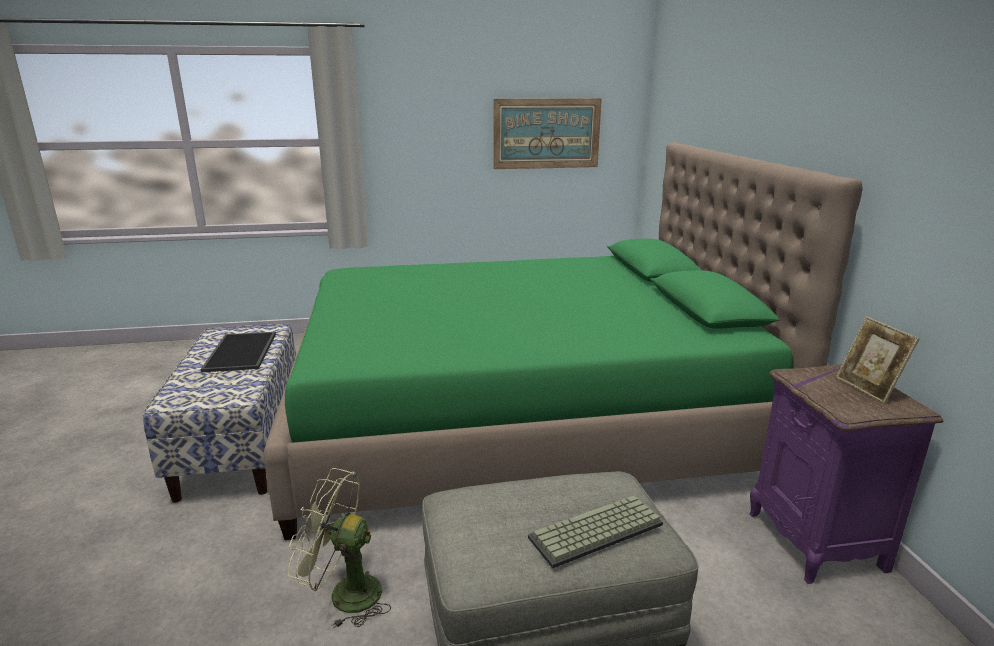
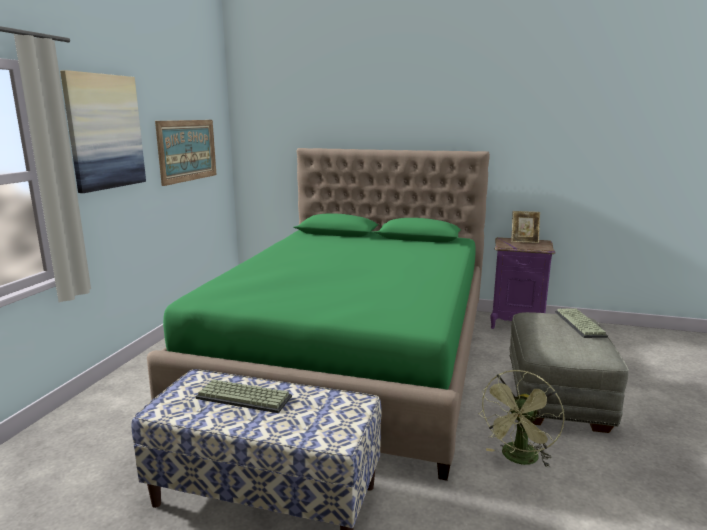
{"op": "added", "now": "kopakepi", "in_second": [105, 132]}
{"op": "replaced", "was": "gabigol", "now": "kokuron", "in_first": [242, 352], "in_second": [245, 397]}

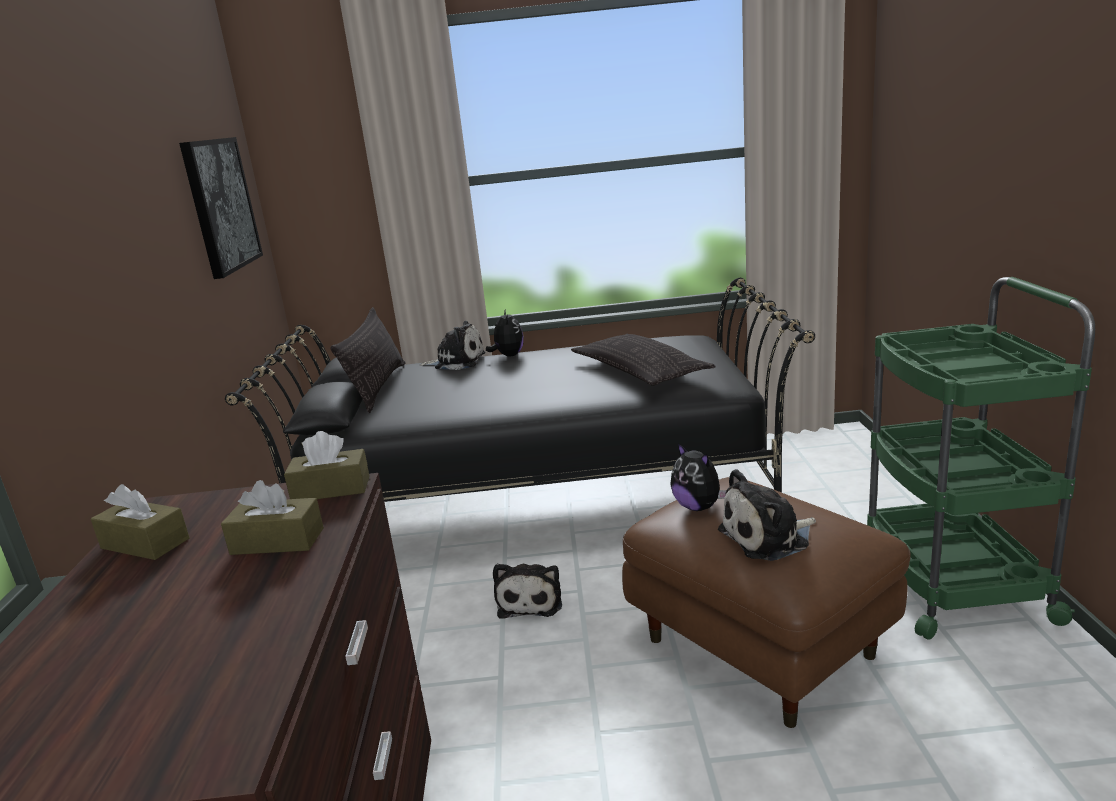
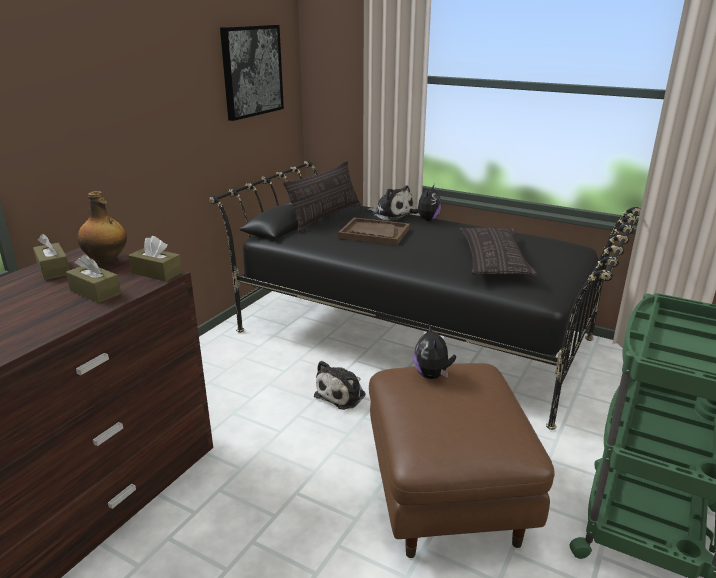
{"op": "added", "now": "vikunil", "in_second": [106, 262]}
{"op": "added", "now": "brown_gabigol", "in_second": [374, 233]}
{"op": "removed", "was": "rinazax", "in_first": [768, 537]}

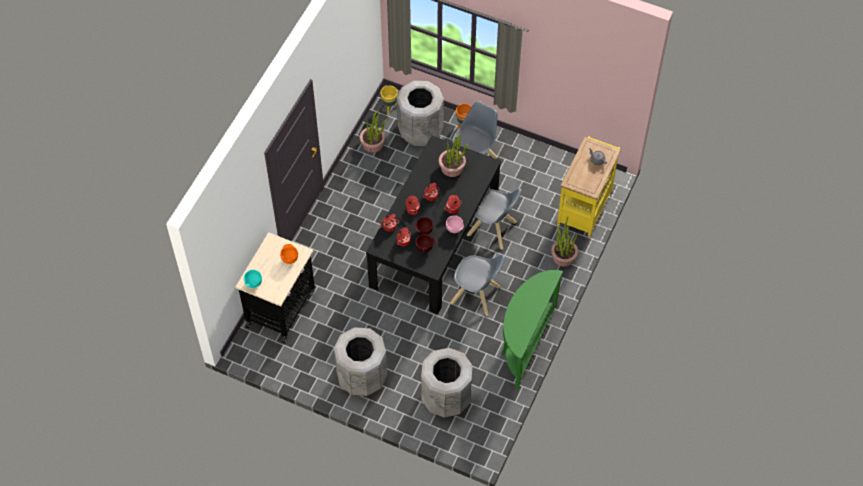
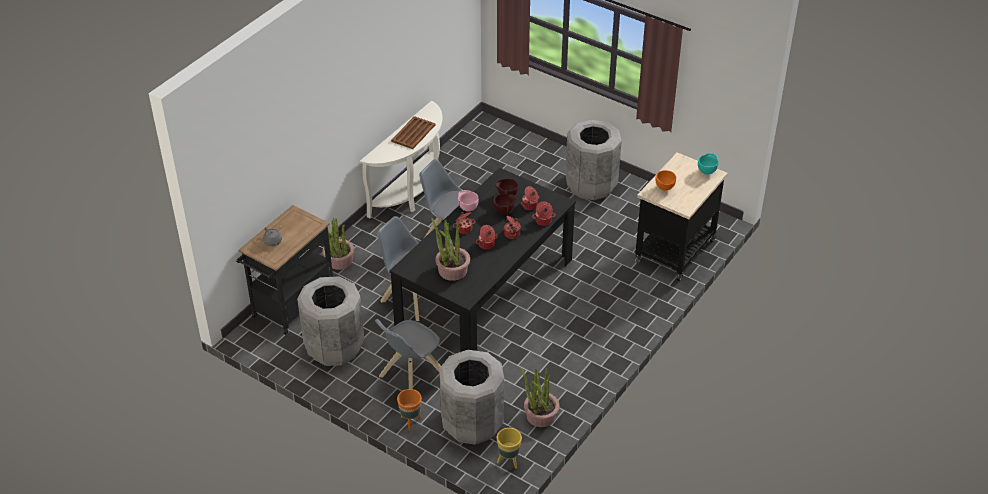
{"op": "recoloured", "was": "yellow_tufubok", "now": "black_tufubok", "in_first": [585, 207], "in_second": [291, 306]}
{"op": "moved", "was": "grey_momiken", "in_first": [446, 398], "in_second": [334, 347]}
{"op": "recoloured", "was": "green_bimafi", "now": "white_bimafi", "in_first": [524, 342], "in_second": [412, 193]}
{"op": "added", "now": "brown_gabigol", "in_second": [413, 133]}

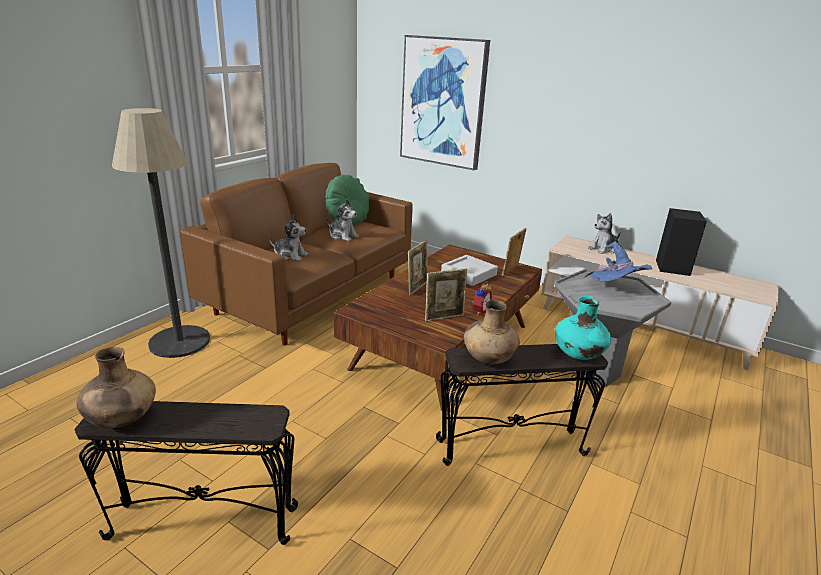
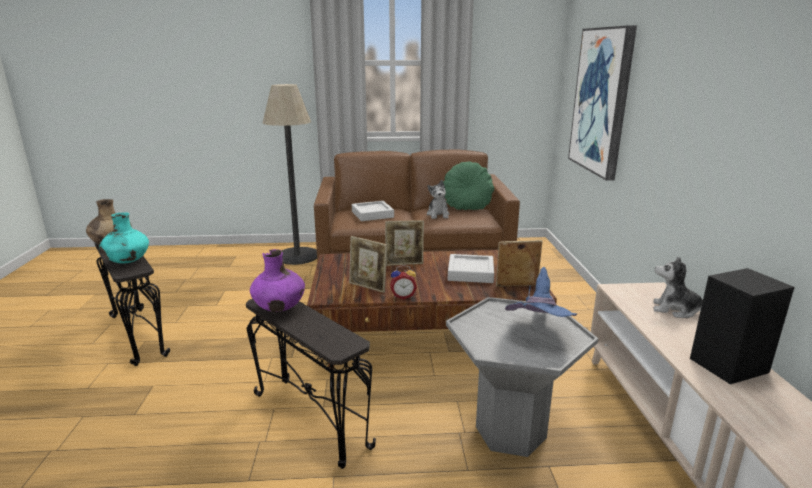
{"op": "moved", "was": "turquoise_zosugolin", "in_first": [578, 355], "in_second": [127, 261]}
{"op": "recoloured", "was": "brown_zosugolin", "now": "purple_zosugolin", "in_first": [488, 359], "in_second": [280, 308]}
{"op": "replaced", "was": "rinazax", "now": "grey_gabigol", "in_first": [290, 255], "in_second": [372, 214]}

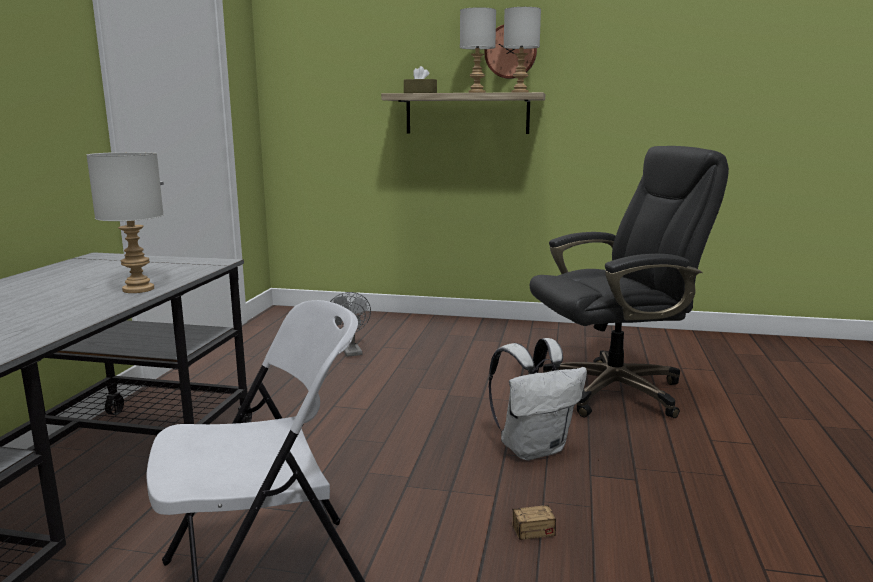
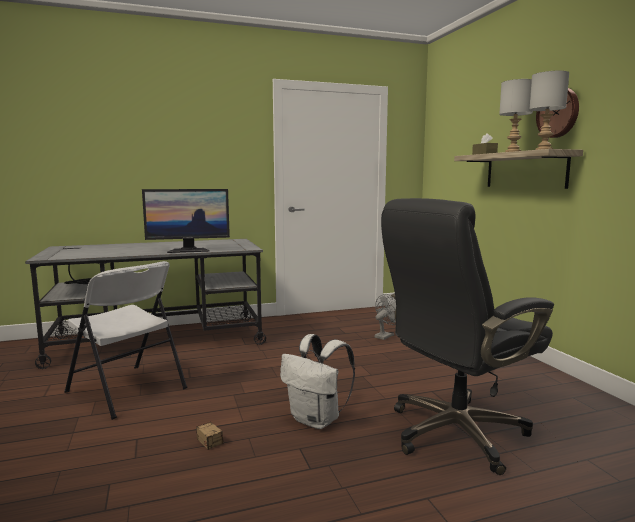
{"op": "replaced", "was": "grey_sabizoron", "now": "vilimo", "in_first": [138, 289], "in_second": [188, 250]}
{"op": "turned", "was": "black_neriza", "in_first": [611, 392], "in_second": [459, 431], "clockwise": 105}

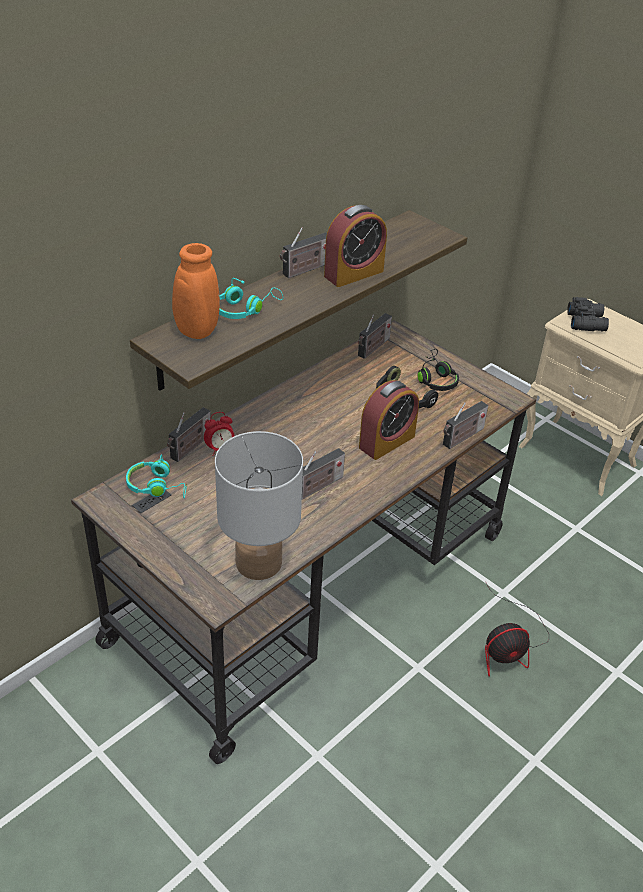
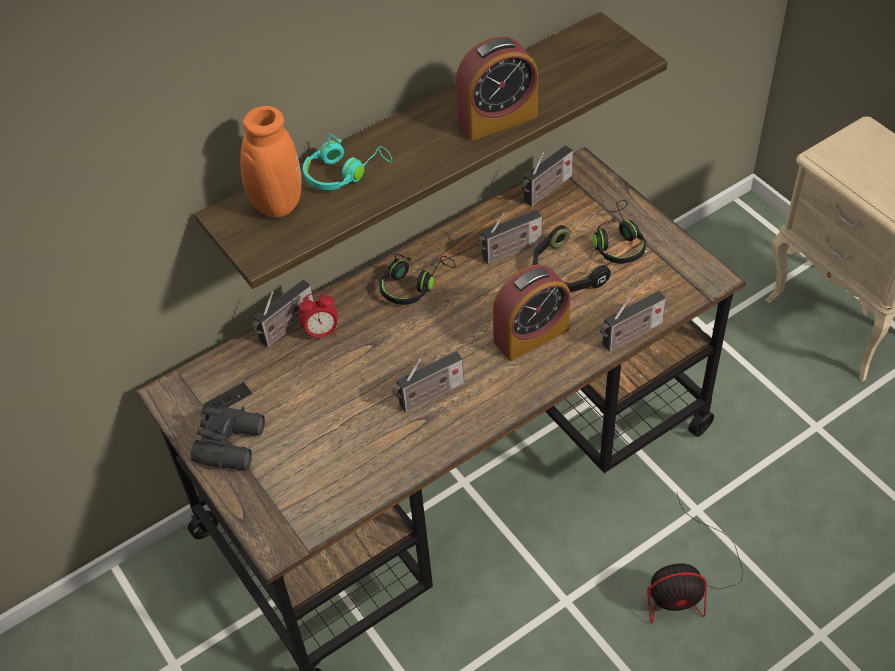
{"op": "moved", "was": "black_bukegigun", "in_first": [587, 322], "in_second": [232, 443]}
{"op": "added", "now": "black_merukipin", "in_second": [414, 285]}
{"op": "moved", "was": "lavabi", "in_first": [304, 270], "in_second": [509, 251]}
{"op": "removed", "was": "turquoise_merukipin", "in_first": [157, 486]}
{"op": "removed", "was": "grey_sabizoron", "in_first": [259, 562]}

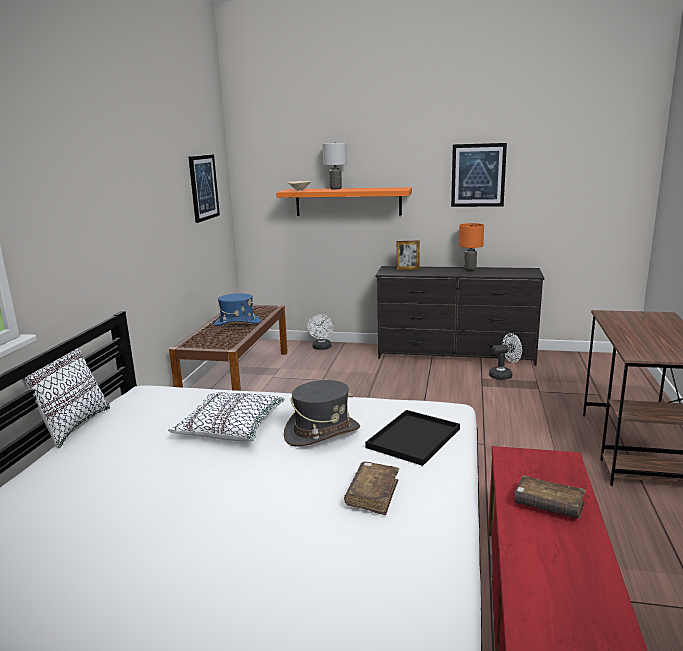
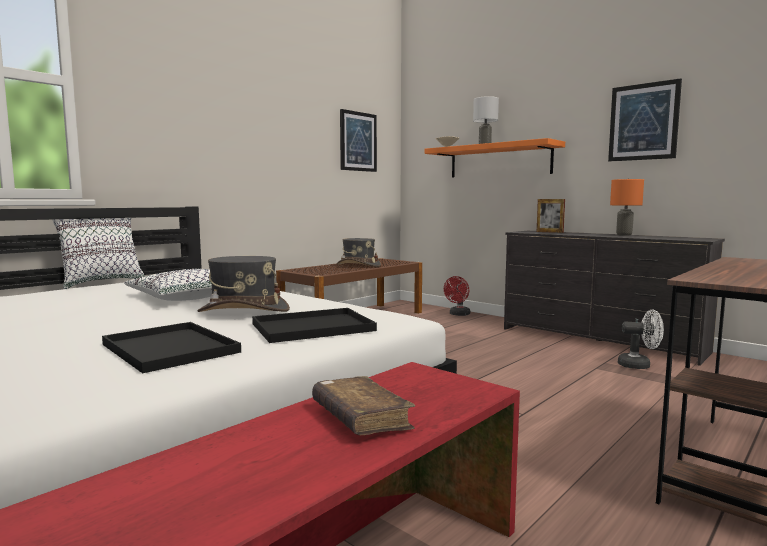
{"op": "replaced", "was": "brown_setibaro", "now": "black_gabigol", "in_first": [373, 494], "in_second": [172, 348]}
{"op": "recoloured", "was": "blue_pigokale", "now": "grey_pigokale", "in_first": [237, 323], "in_second": [358, 265]}
{"op": "recoloured", "was": "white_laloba", "now": "red_laloba", "in_first": [321, 348], "in_second": [458, 314]}

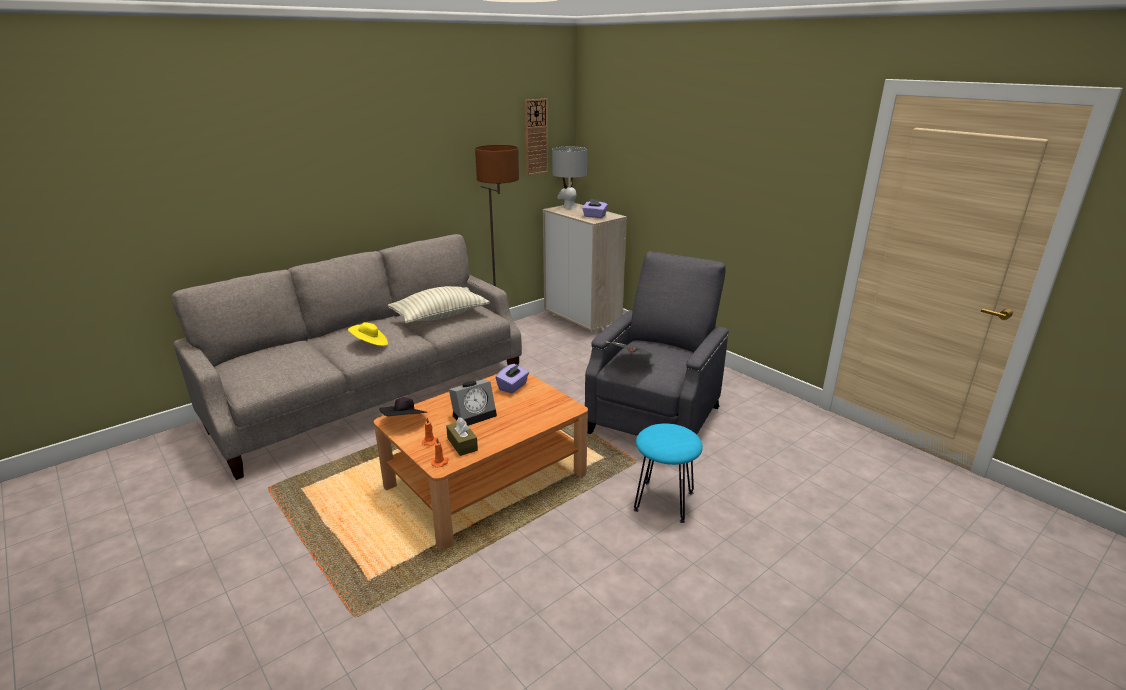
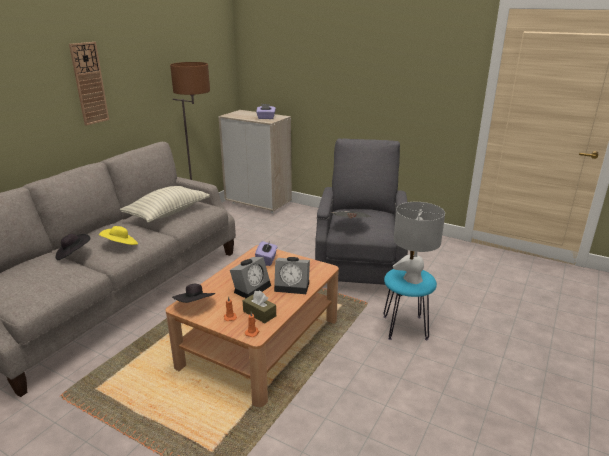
{"op": "added", "now": "black_pigokale", "in_second": [73, 254]}
{"op": "moved", "was": "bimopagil", "in_first": [536, 137], "in_second": [89, 83]}
{"op": "added", "now": "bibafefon", "in_second": [293, 286]}
{"op": "moved", "was": "grey_sabizoron", "in_first": [569, 207], "in_second": [412, 279]}

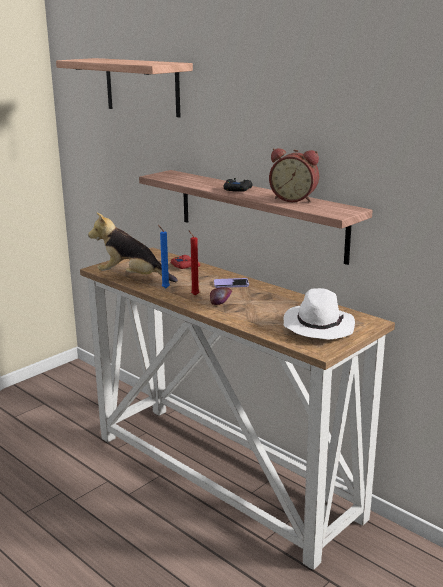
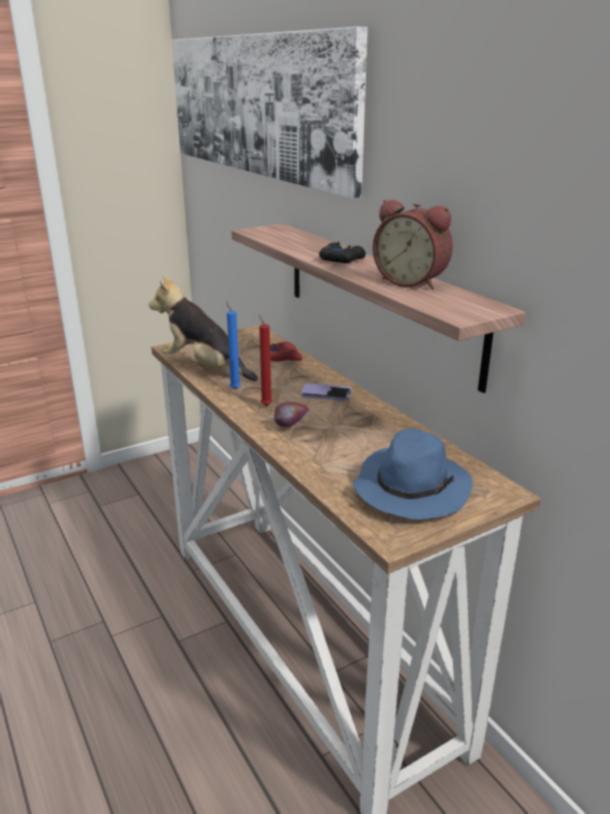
{"op": "replaced", "was": "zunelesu", "now": "kopakepi", "in_first": [142, 86], "in_second": [255, 105]}
{"op": "recoloured", "was": "white_pigokale", "now": "blue_pigokale", "in_first": [318, 327], "in_second": [411, 488]}

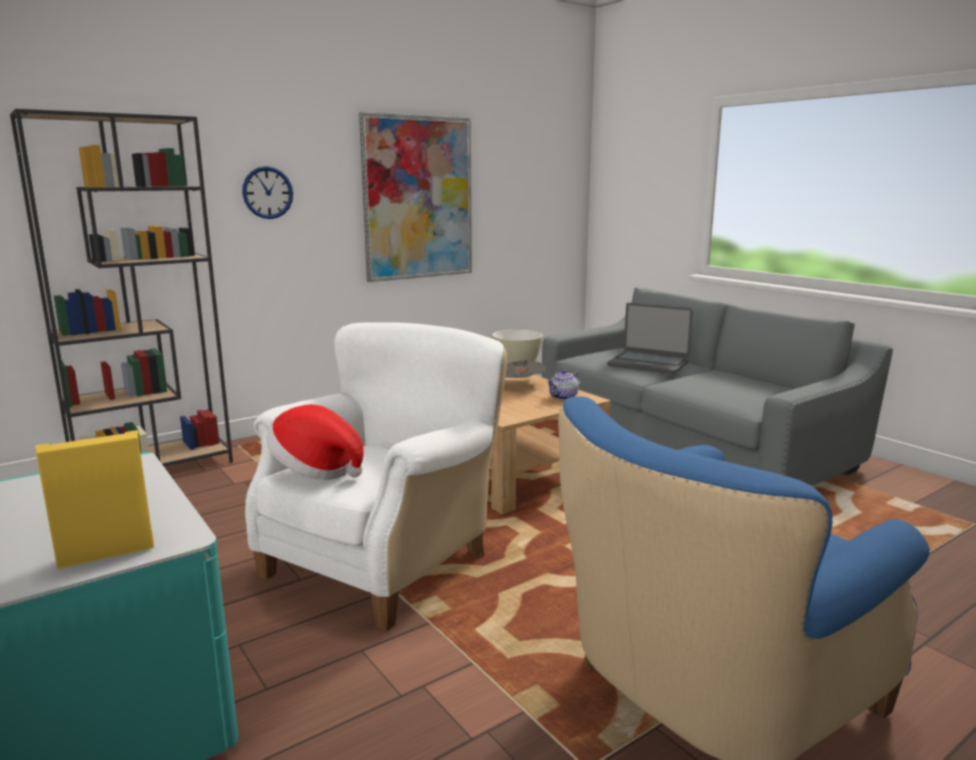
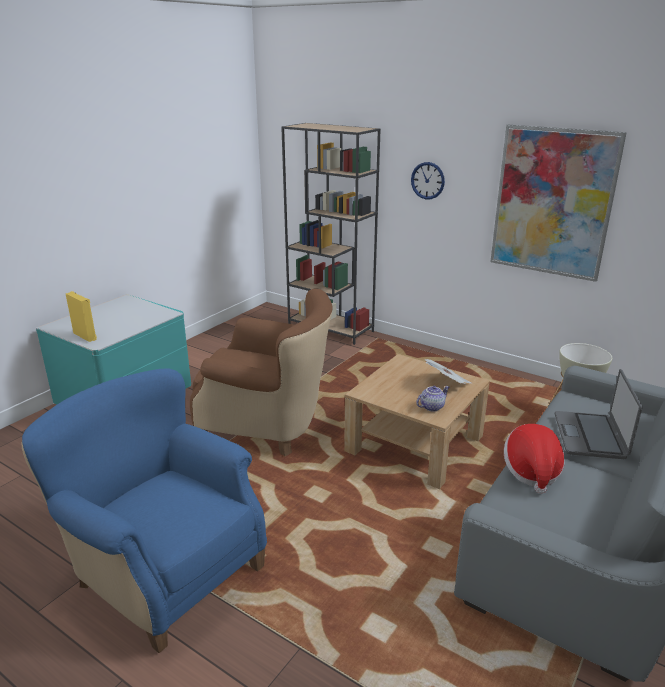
{"op": "recoloured", "was": "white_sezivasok", "now": "brown_sezivasok", "in_first": [385, 558], "in_second": [267, 424]}
{"op": "turned", "was": "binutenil", "in_first": [563, 397], "in_second": [432, 407], "clockwise": 120}
{"op": "moved", "was": "pigokale", "in_first": [315, 470], "in_second": [531, 471]}

